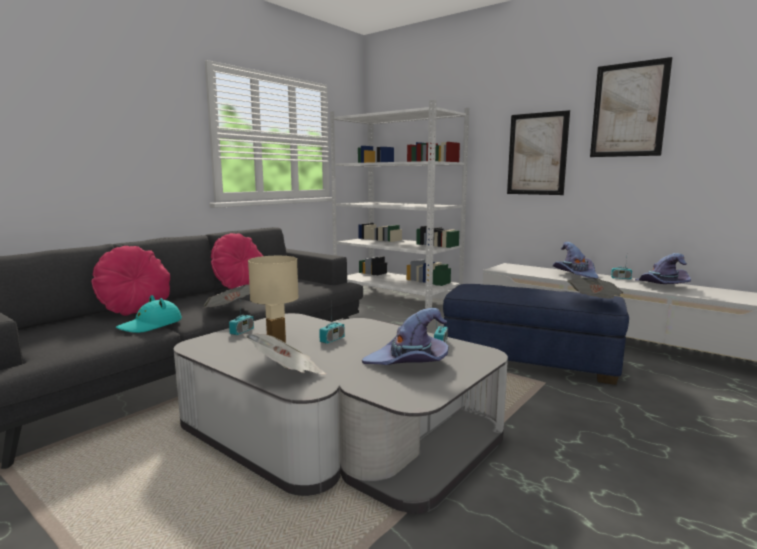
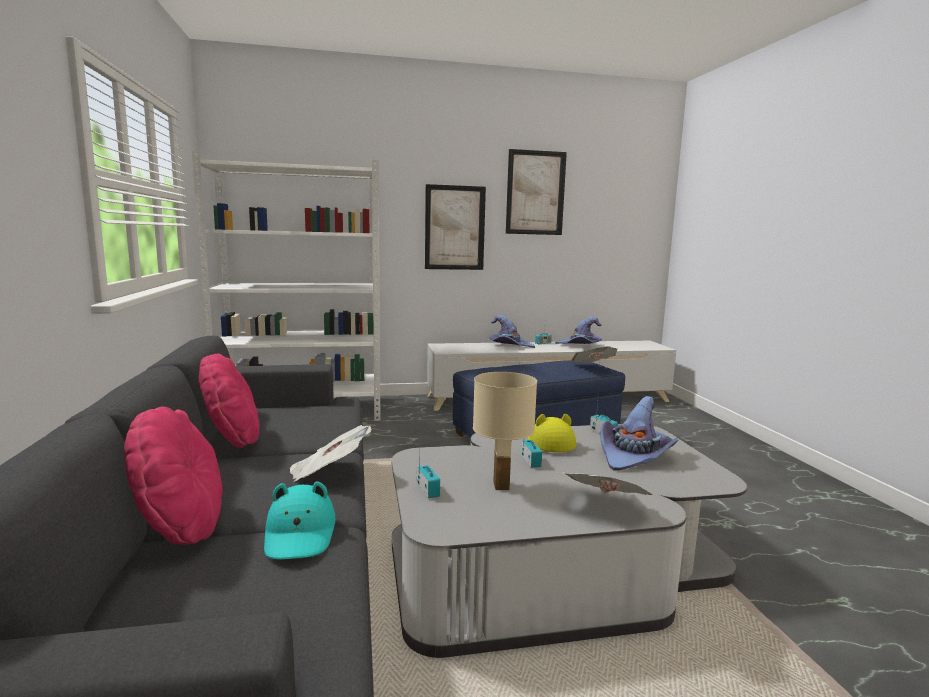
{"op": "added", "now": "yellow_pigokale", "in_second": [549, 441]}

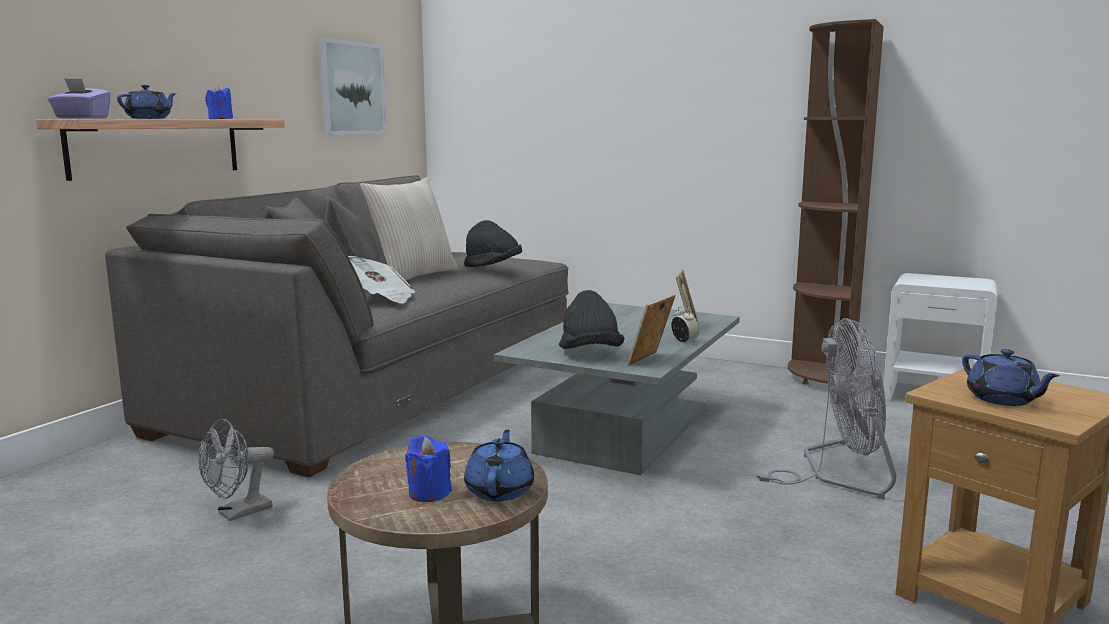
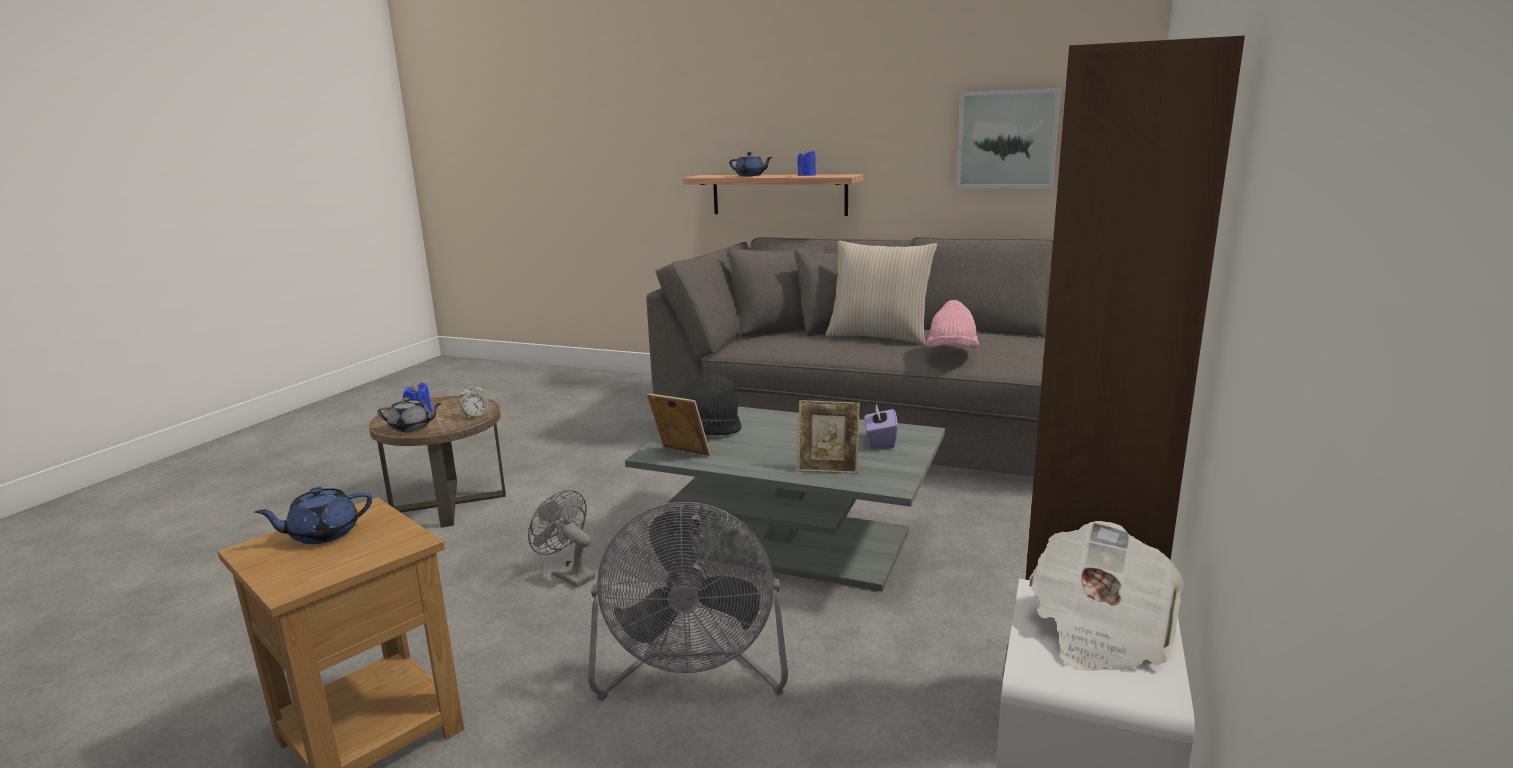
{"op": "recoloured", "was": "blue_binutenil", "now": "grey_binutenil", "in_first": [500, 490], "in_second": [412, 427]}
{"op": "moved", "was": "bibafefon", "in_first": [684, 341], "in_second": [475, 416]}
{"op": "moved", "was": "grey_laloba", "in_first": [238, 513], "in_second": [568, 575]}
{"op": "moved", "was": "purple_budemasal", "in_first": [81, 118], "in_second": [880, 441]}
{"op": "recoloured", "was": "black_pigokale", "now": "pink_pigokale", "in_first": [493, 267], "in_second": [951, 353]}
{"op": "moved", "was": "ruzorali", "in_first": [380, 298], "in_second": [1099, 631]}

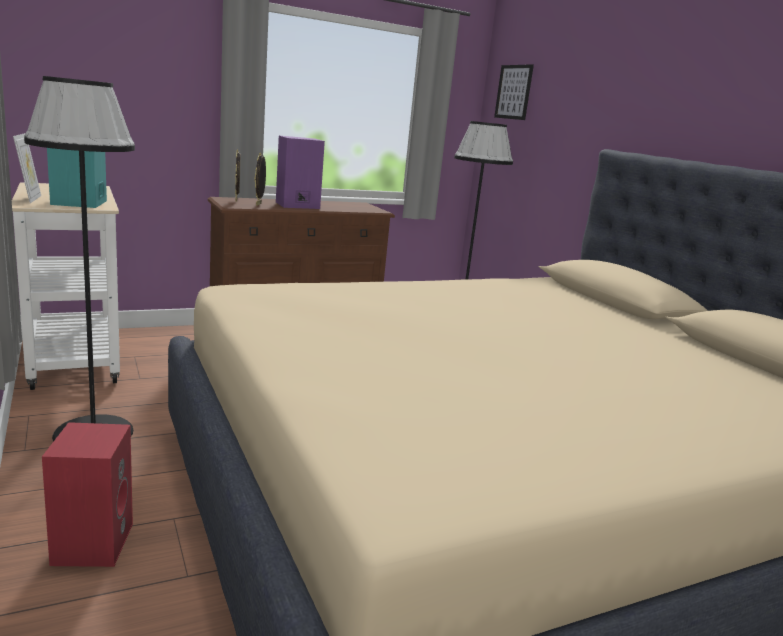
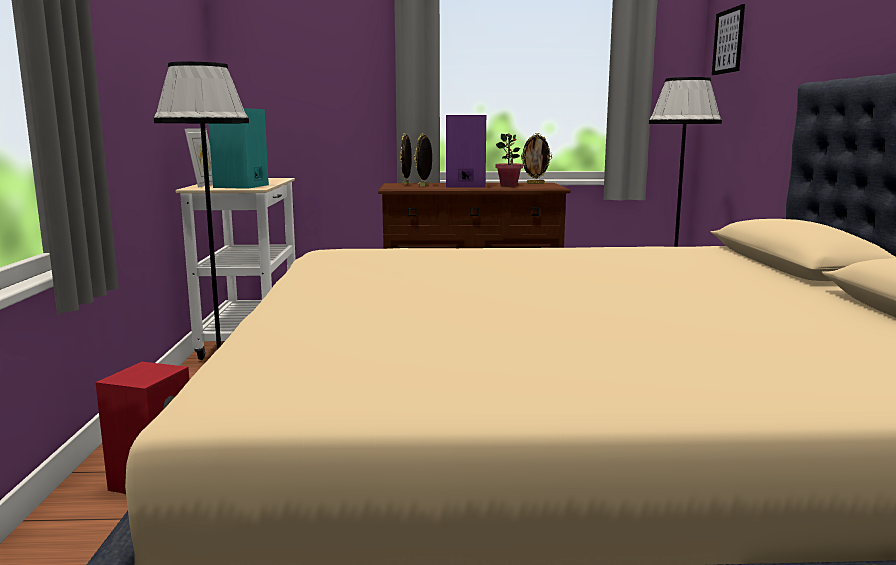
{"op": "added", "now": "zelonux", "in_second": [508, 186]}
{"op": "added", "now": "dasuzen", "in_second": [535, 183]}

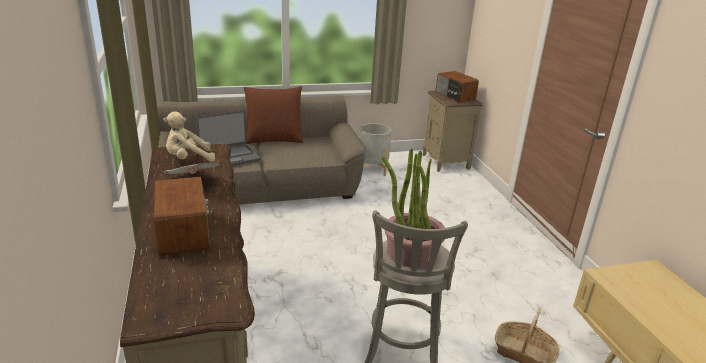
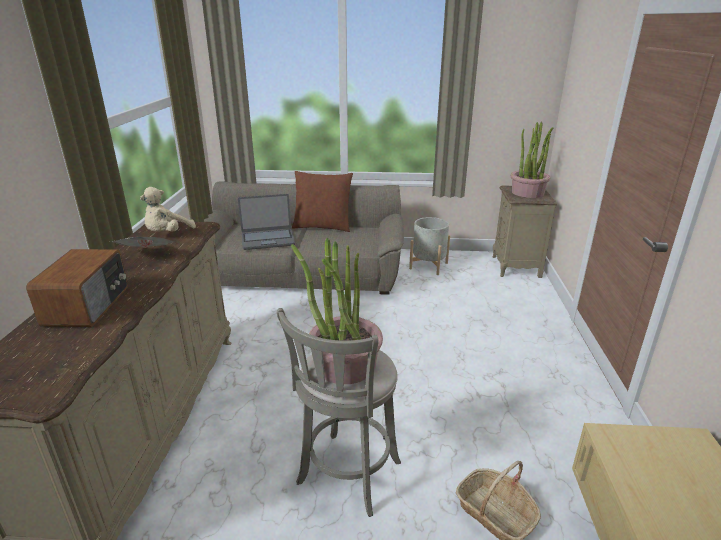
{"op": "turned", "was": "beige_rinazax", "in_first": [188, 159], "in_second": [167, 234], "clockwise": -60}
{"op": "replaced", "was": "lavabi", "now": "zelonux", "in_first": [454, 96], "in_second": [527, 193]}

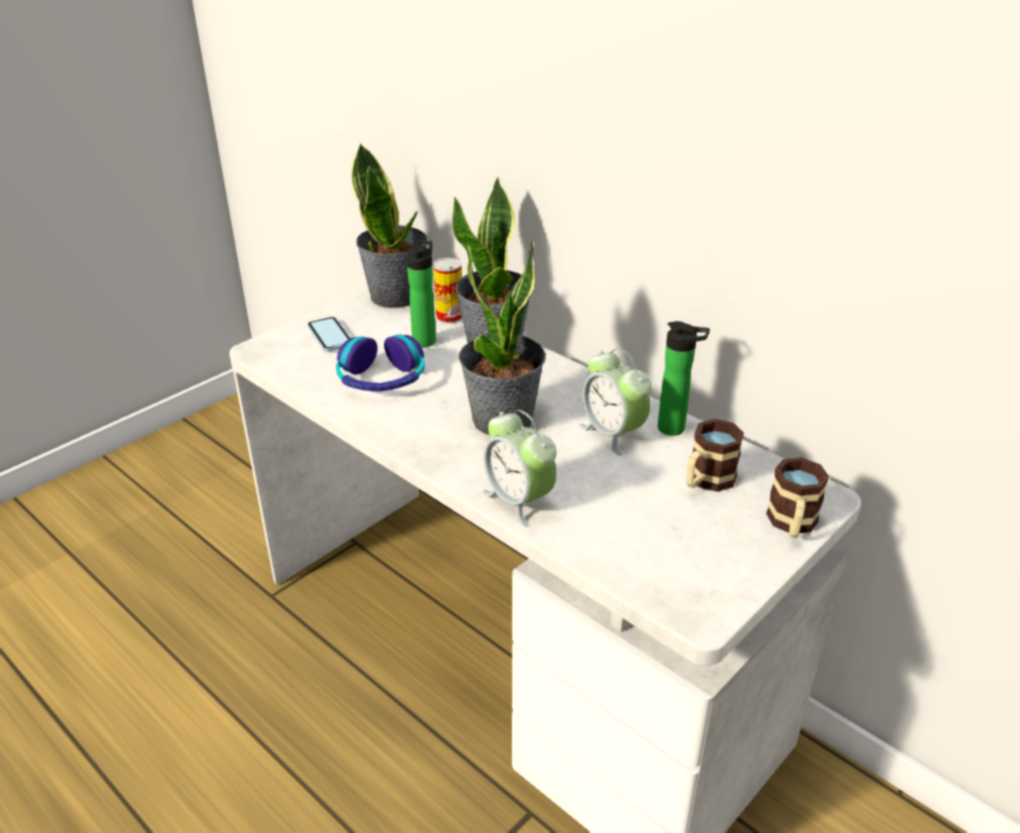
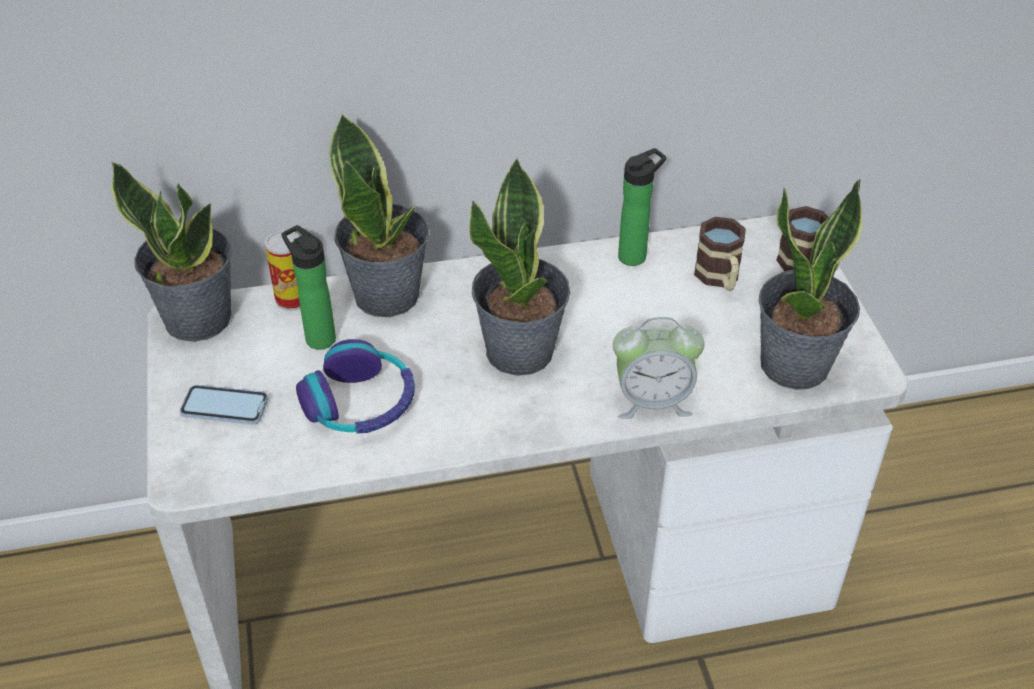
{"op": "added", "now": "zelonux", "in_second": [795, 366]}
{"op": "removed", "was": "bibafefon", "in_first": [613, 434]}

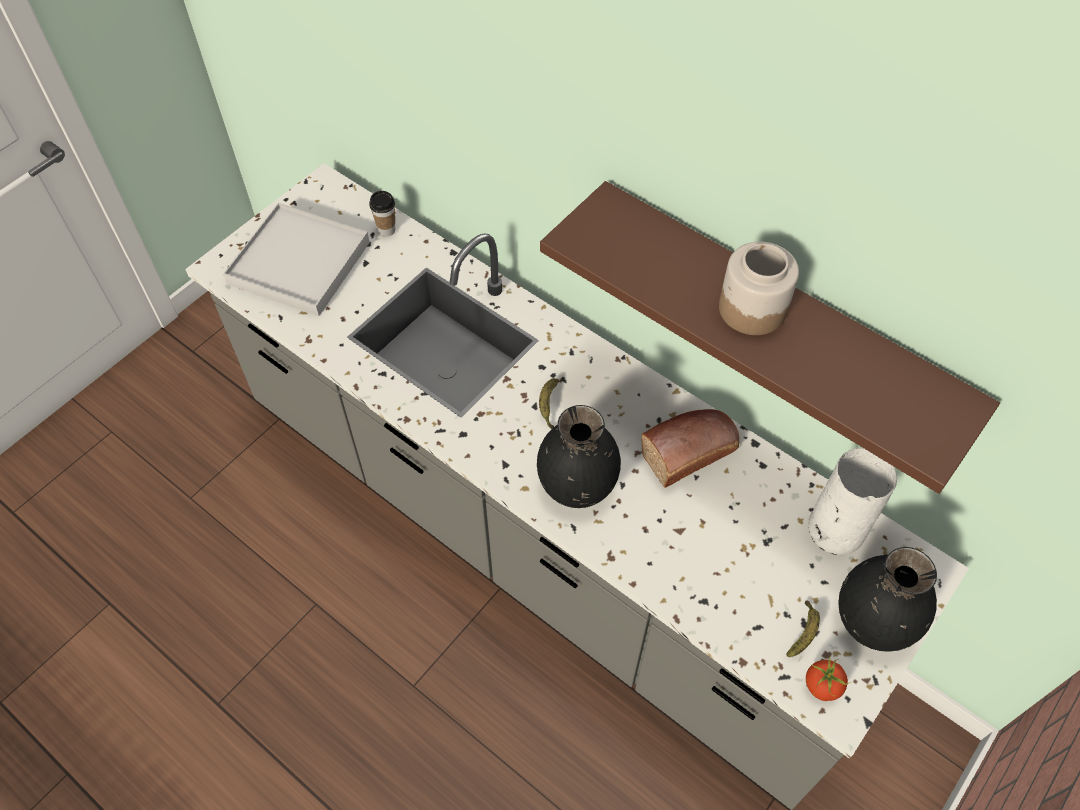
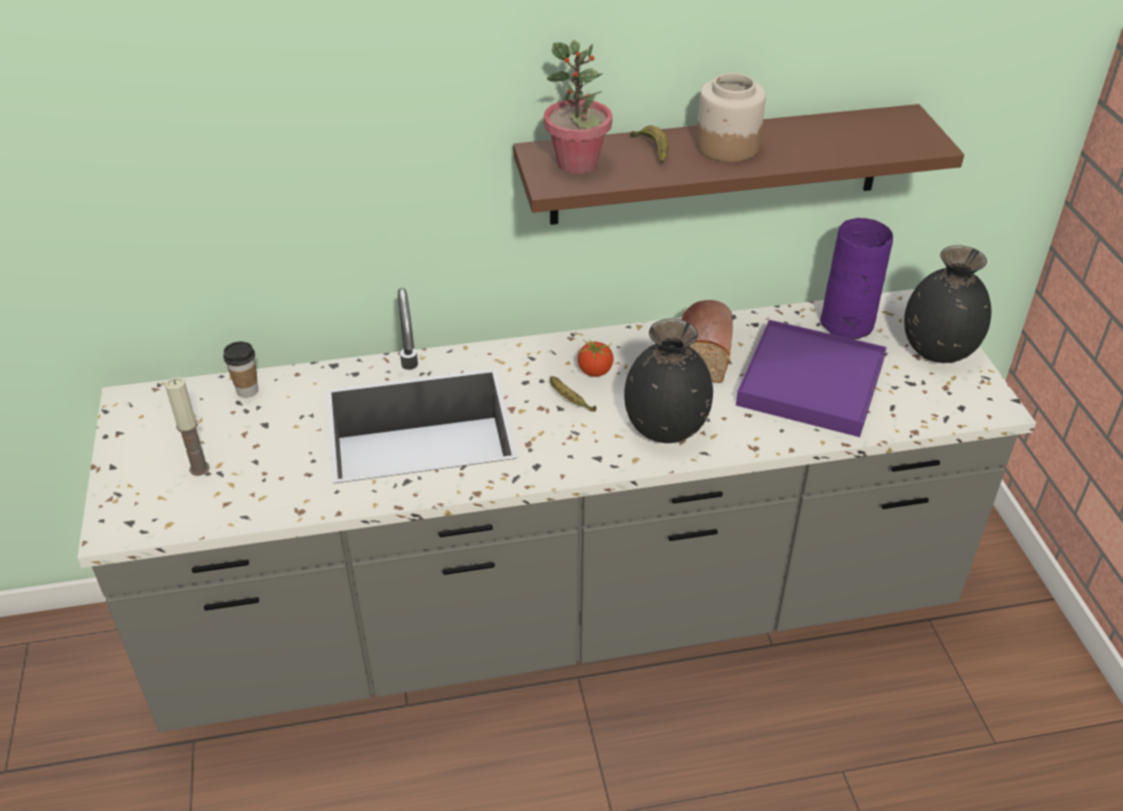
{"op": "replaced", "was": "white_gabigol", "now": "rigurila", "in_first": [299, 263], "in_second": [199, 468]}
{"op": "added", "now": "zelonux", "in_second": [577, 163]}
{"op": "moved", "was": "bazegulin", "in_first": [822, 686], "in_second": [595, 371]}
{"op": "moved", "was": "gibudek", "in_first": [803, 632], "in_second": [652, 149]}
{"op": "added", "now": "purple_gabigol", "in_second": [811, 383]}
{"op": "recoloured", "was": "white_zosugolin", "now": "purple_zosugolin", "in_first": [833, 530], "in_second": [846, 324]}

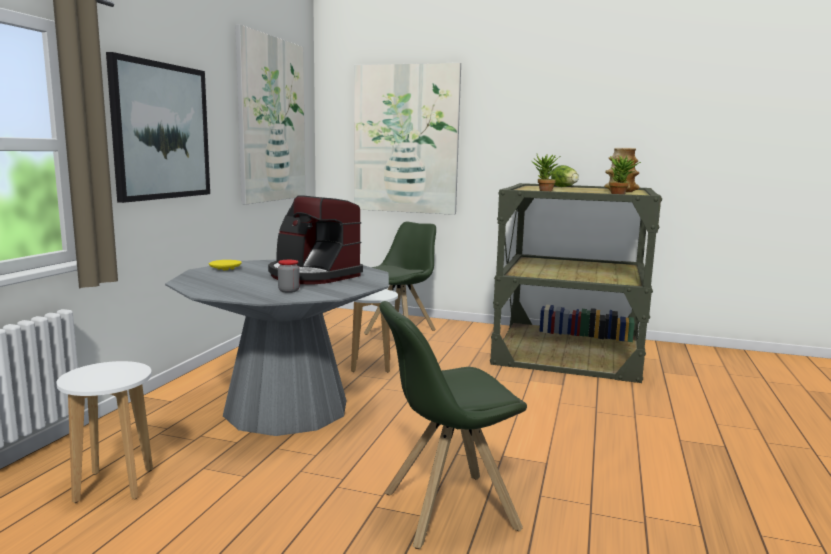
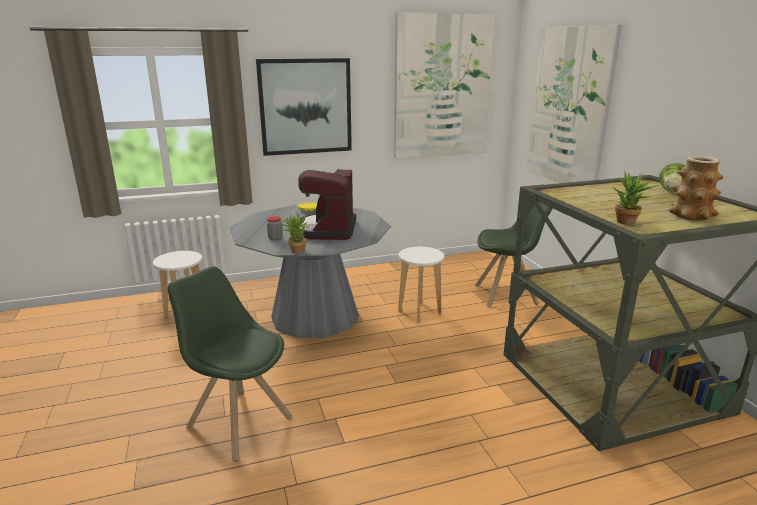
{"op": "moved", "was": "zelonux", "in_first": [543, 191], "in_second": [295, 250]}

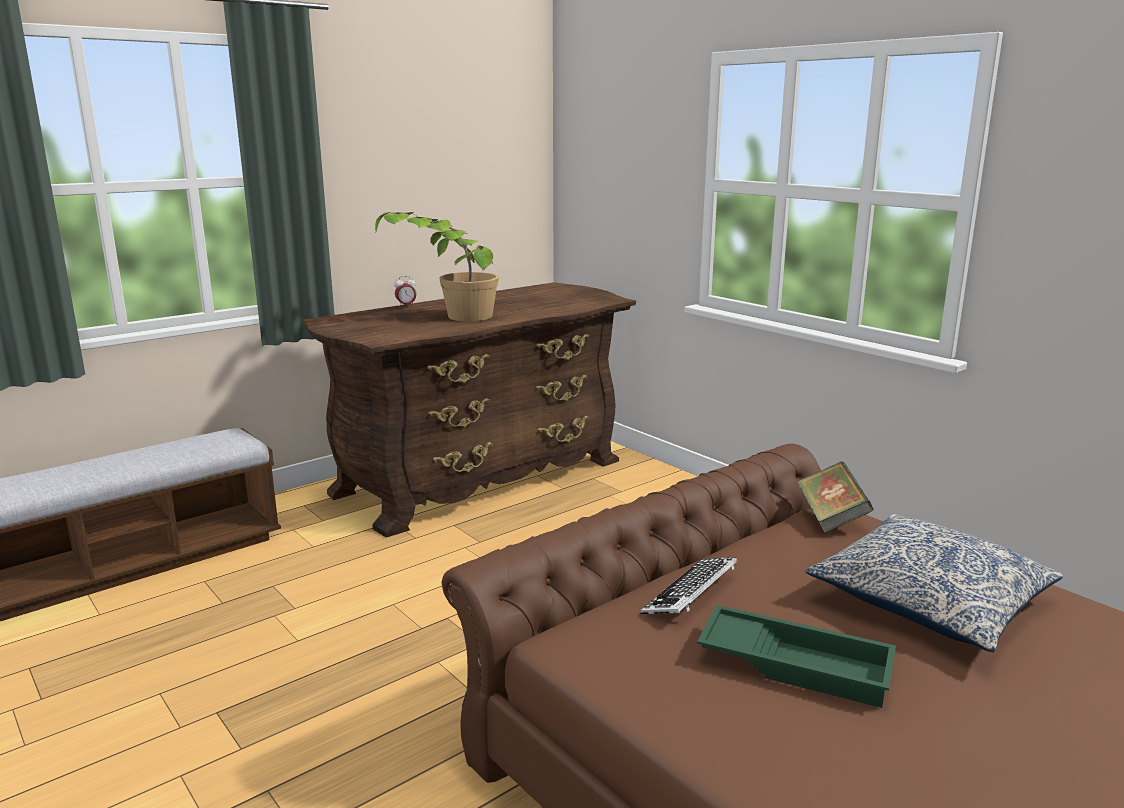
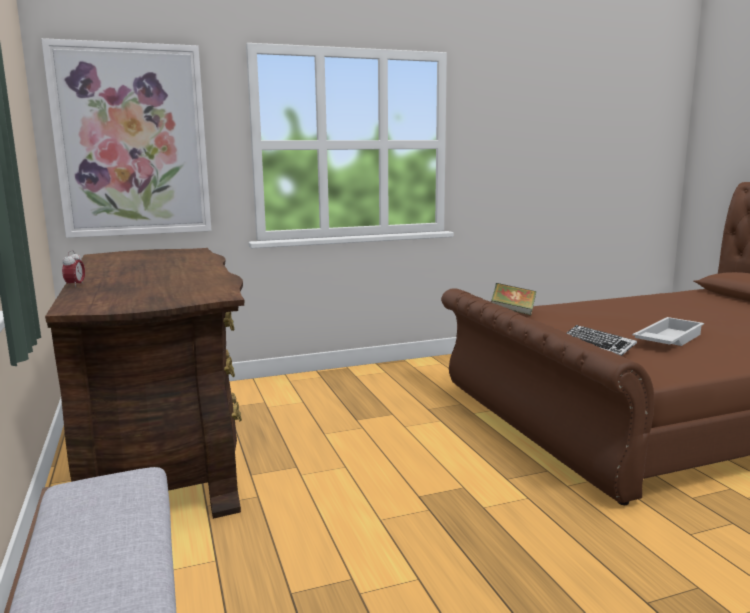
{"op": "added", "now": "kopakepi", "in_second": [132, 141]}
{"op": "recoloured", "was": "green_gabigol", "now": "white_gabigol", "in_first": [796, 663], "in_second": [667, 339]}
{"op": "removed", "was": "zelonux", "in_first": [446, 318]}
{"op": "removed", "was": "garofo", "in_first": [930, 599]}

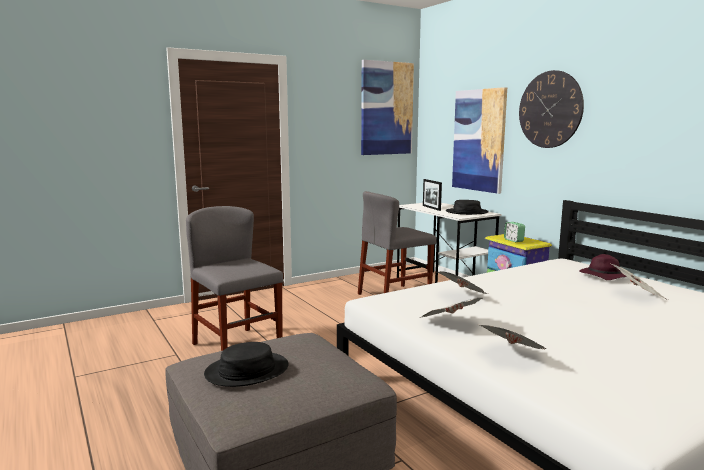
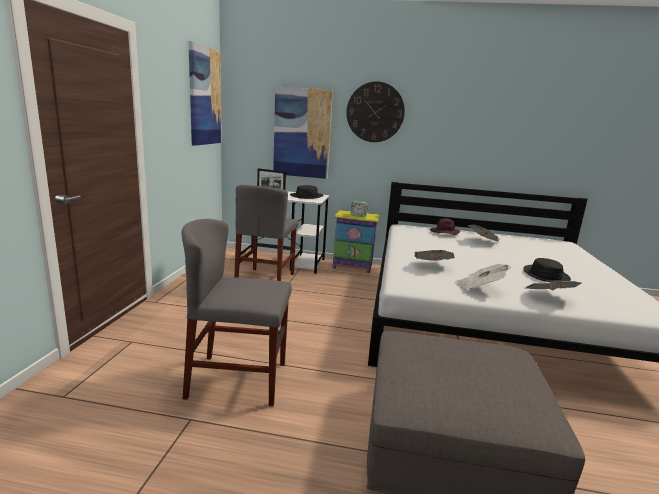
{"op": "moved", "was": "black_pigokale", "in_first": [247, 370], "in_second": [545, 275]}

